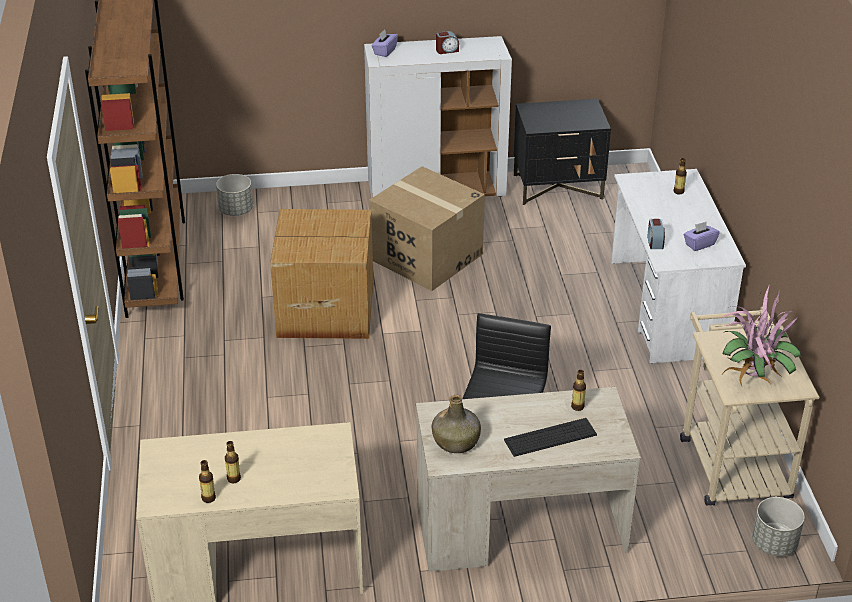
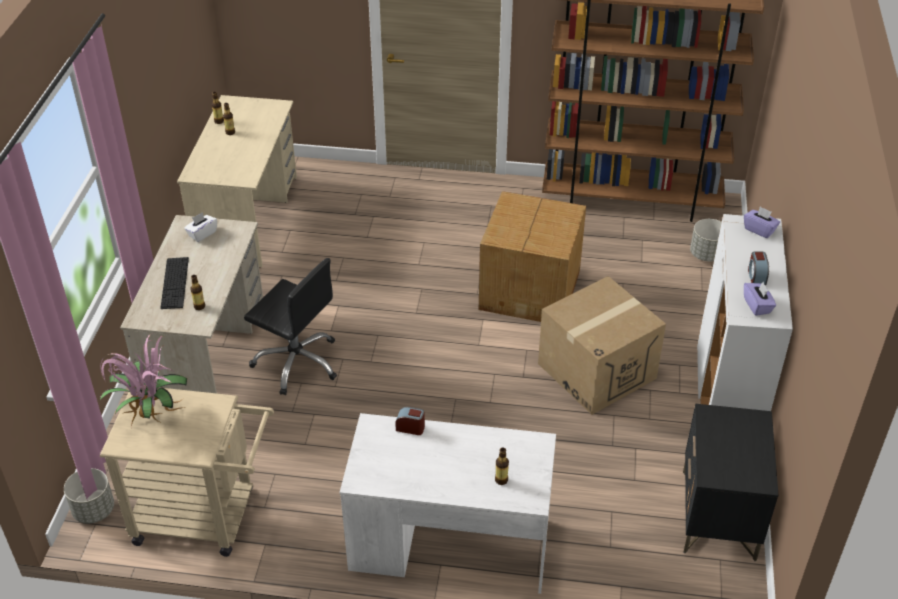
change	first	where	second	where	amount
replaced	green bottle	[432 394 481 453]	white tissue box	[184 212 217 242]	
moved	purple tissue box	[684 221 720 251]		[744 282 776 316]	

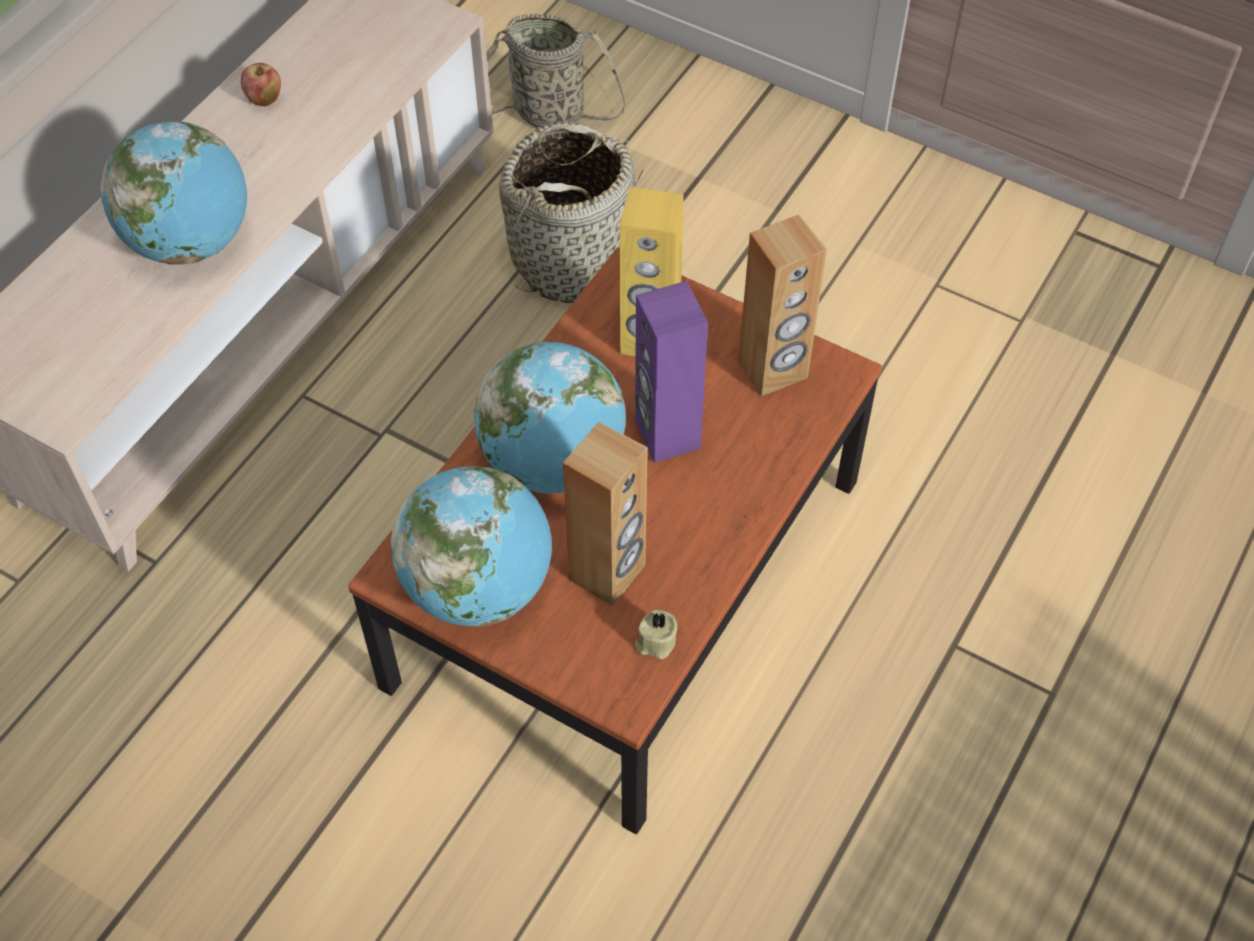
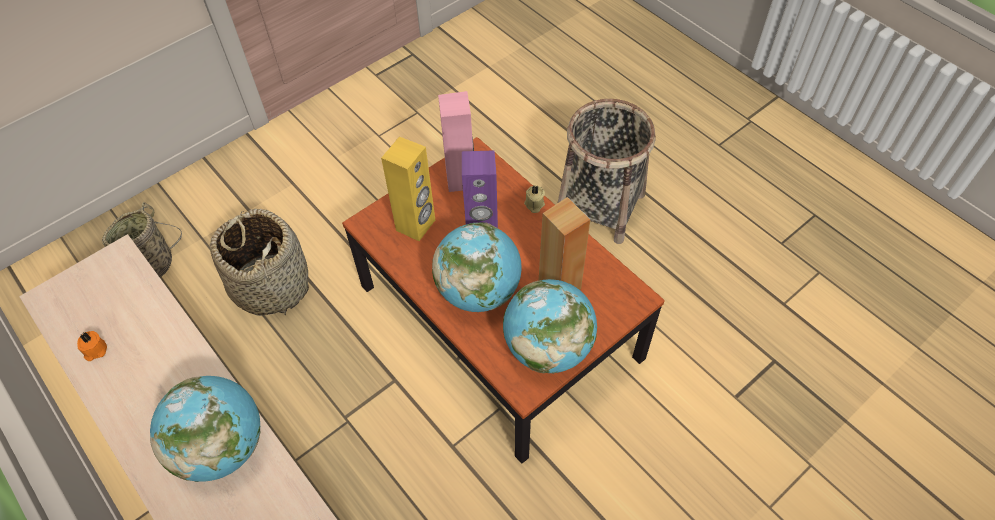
change	first	where	second	where	amount
added			orange candle	[77 331 107 361]	
recoloured	brown speaker	[738 215 827 396]	pink speaker	[438 91 474 192]	
moved	beige candle	[635 610 677 660]		[524 185 545 213]	
added			basket	[557 99 656 244]	
removed	apple	[241 63 281 106]			

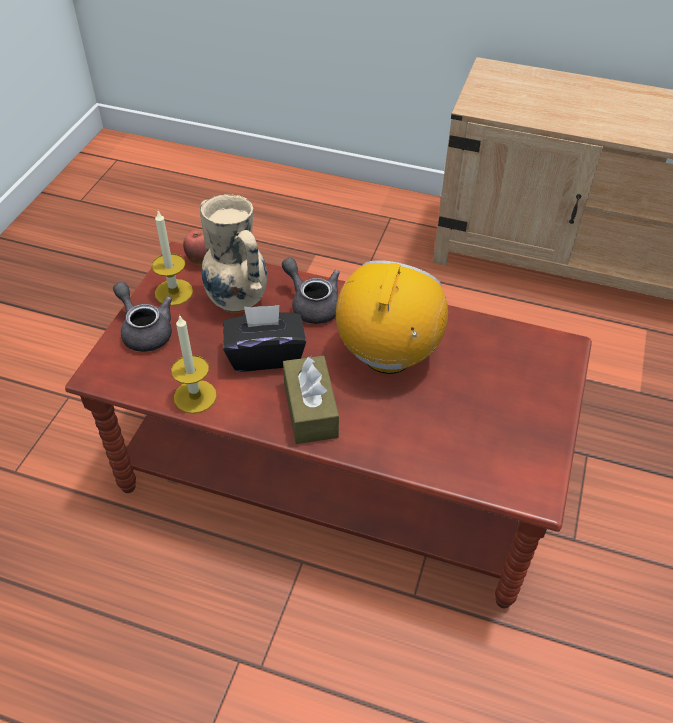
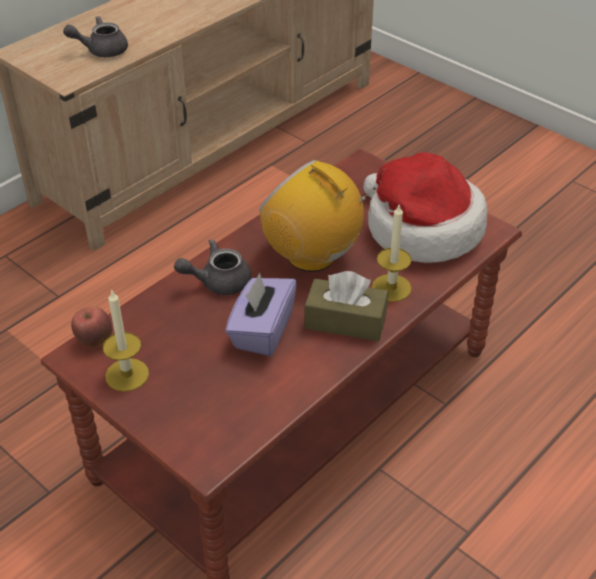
change	first	where	second	where	amount
moved	grey teapot	[113 282 172 352]		[63 16 128 57]	
recoloured	black tissue box	[223 305 306 372]	purple tissue box	[225 273 297 356]	
added			hat	[363 152 487 263]	
moved	candle	[171 314 217 414]		[372 203 412 302]	
removed	beige vase	[200 194 267 313]			

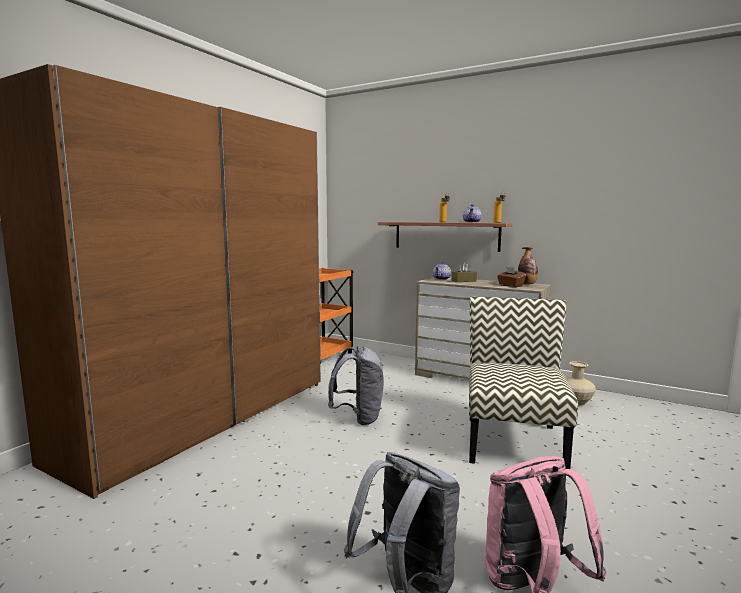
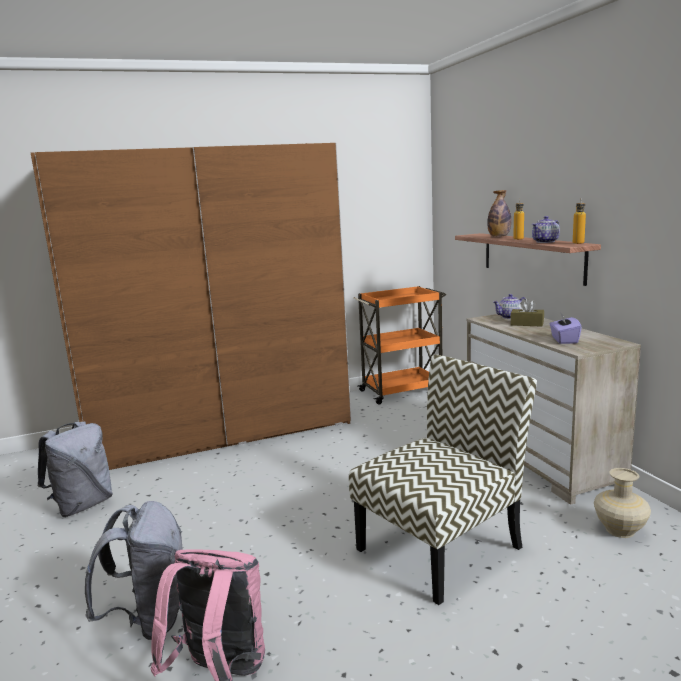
change	first	where	second	where	amount
moved	grey backpack	[328 346 384 425]		[38 422 113 517]	
moved	bottle	[518 247 538 285]		[487 190 511 237]	
recoloured	brown tissue box	[497 267 526 287]	purple tissue box	[549 312 582 344]	

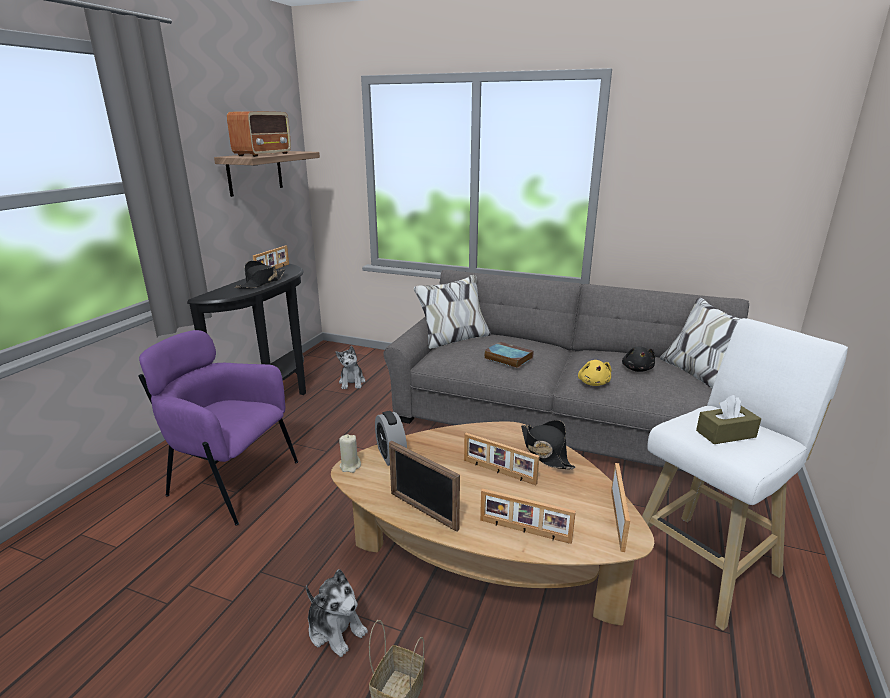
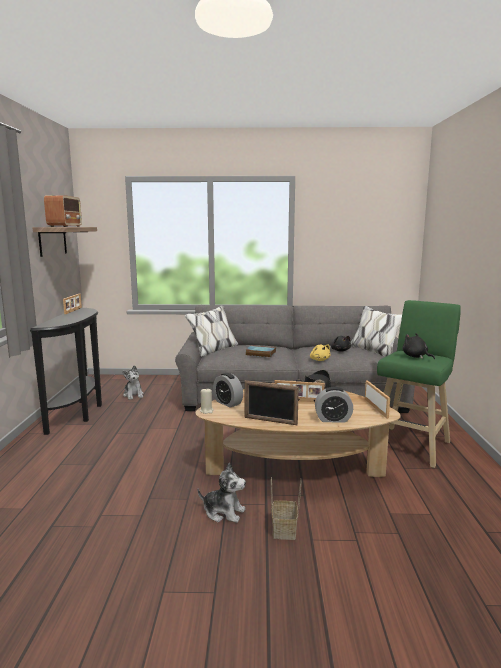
change	first	where	second	where	amount
replaced	picture frame	[480 489 576 544]	alarm clock	[315 387 353 422]	
recoloured	white stool	[642 318 848 631]	green stool	[377 300 461 468]	
replaced	brown tissue box	[696 395 761 444]	black plush toy	[403 333 435 359]	
removed	purple armchair	[138 330 298 526]			
removed	black hat	[235 261 285 289]			

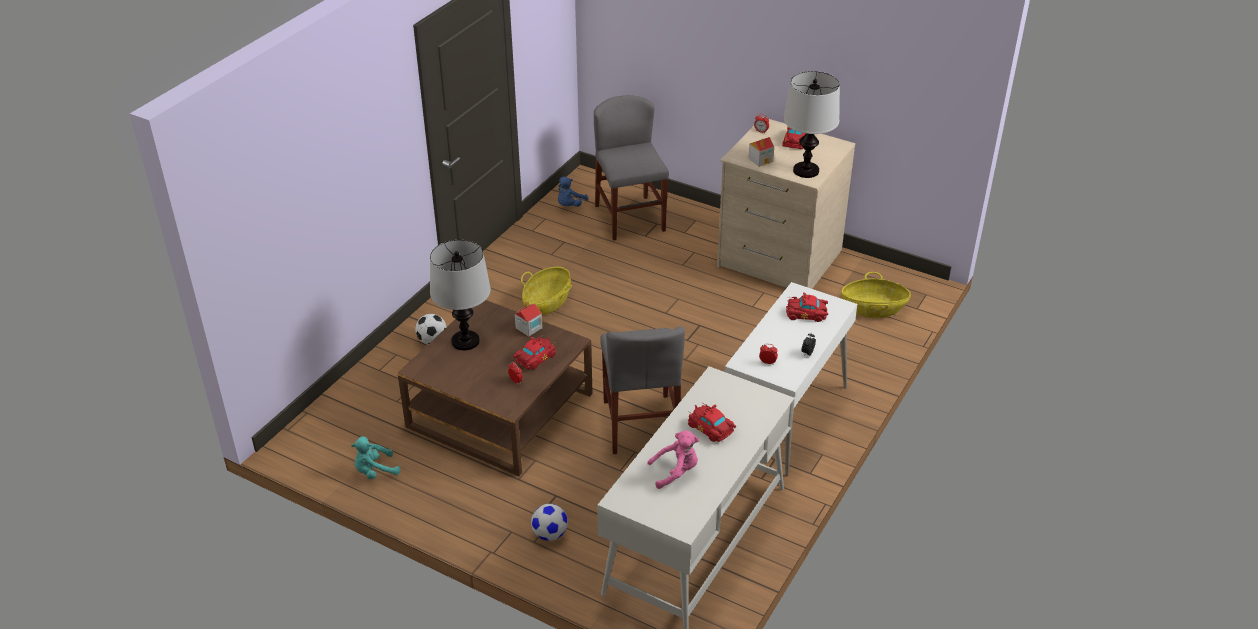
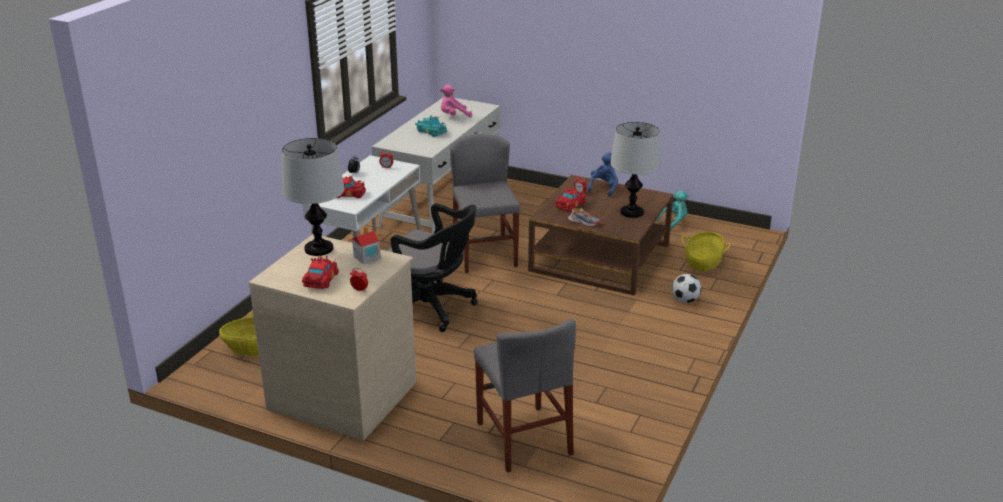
change	first	where	second	where	amount
added			black office chair	[386 203 478 332]	
recoloured	red toy car	[688 402 736 442]	turquoise toy car	[415 115 447 137]	
replaced	toy house	[515 300 543 337]	shoe	[568 208 600 226]	
moved	blue plush toy	[558 176 588 207]		[588 152 618 197]	
moved	basket	[521 267 572 315]		[682 232 730 271]	
removed	football	[531 504 568 541]			

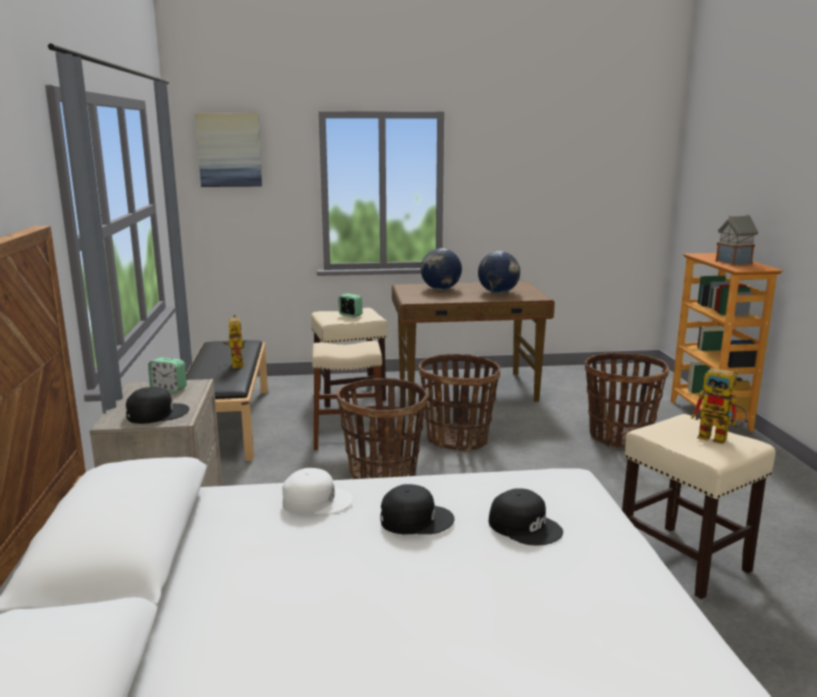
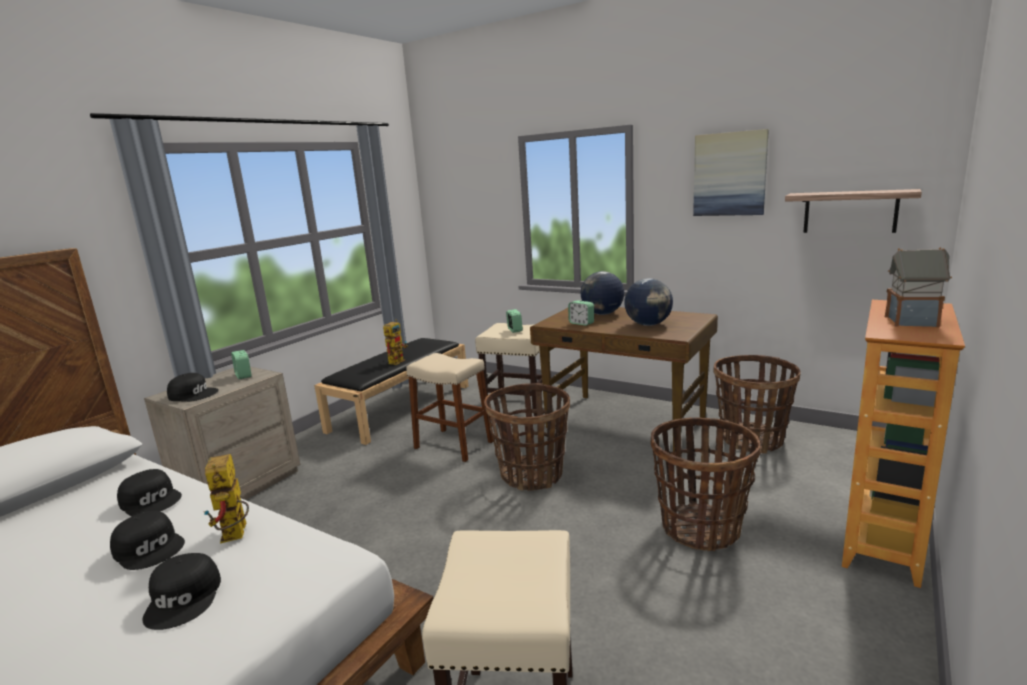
change	first	where	second	where	amount
recoloured	white cap	[282 468 353 515]	black cap	[117 469 182 516]	
moved	toy robot	[691 368 747 444]		[203 454 249 543]	
added			alarm clock	[568 300 594 326]	
moved	picture	[195 113 262 187]		[693 129 769 216]	
moved	basket	[337 378 428 479]		[713 355 801 454]	
added			shelf	[785 189 922 233]	

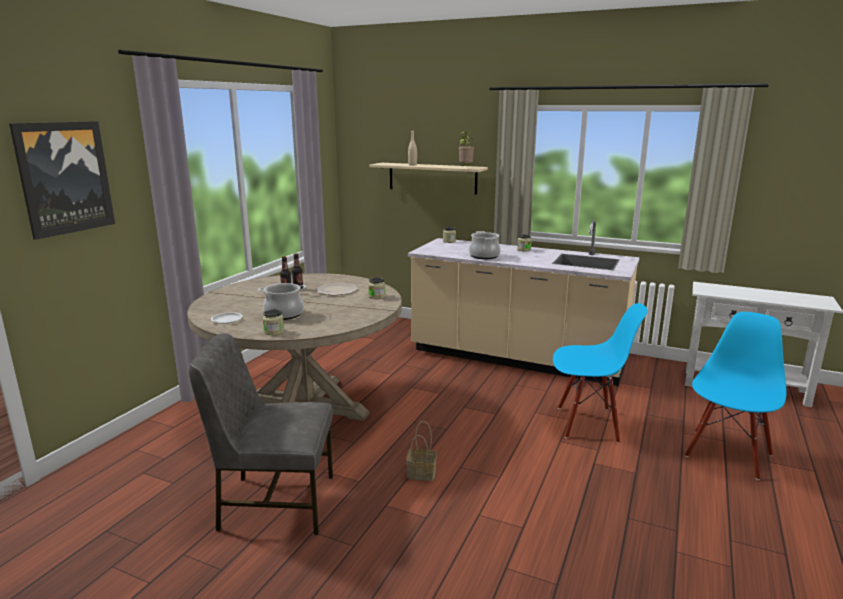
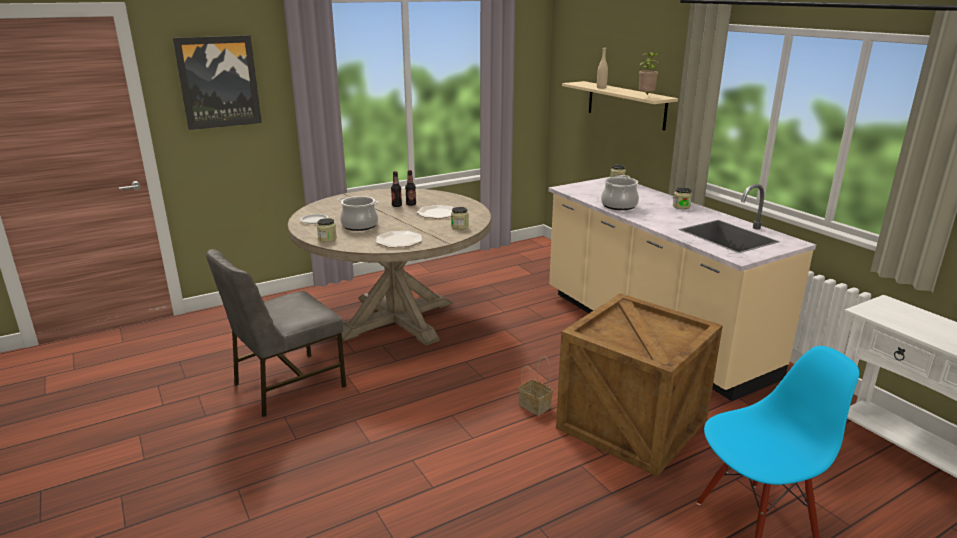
change	first	where	second	where	amount
turned	grey chair	[189 333 333 535]		[206 249 346 417]	75 degrees counterclockwise
added			plate	[376 231 422 248]	
moved	basket	[406 421 437 481]		[518 356 553 415]	
replaced	blue chair	[553 303 647 443]	crate	[556 293 723 477]	

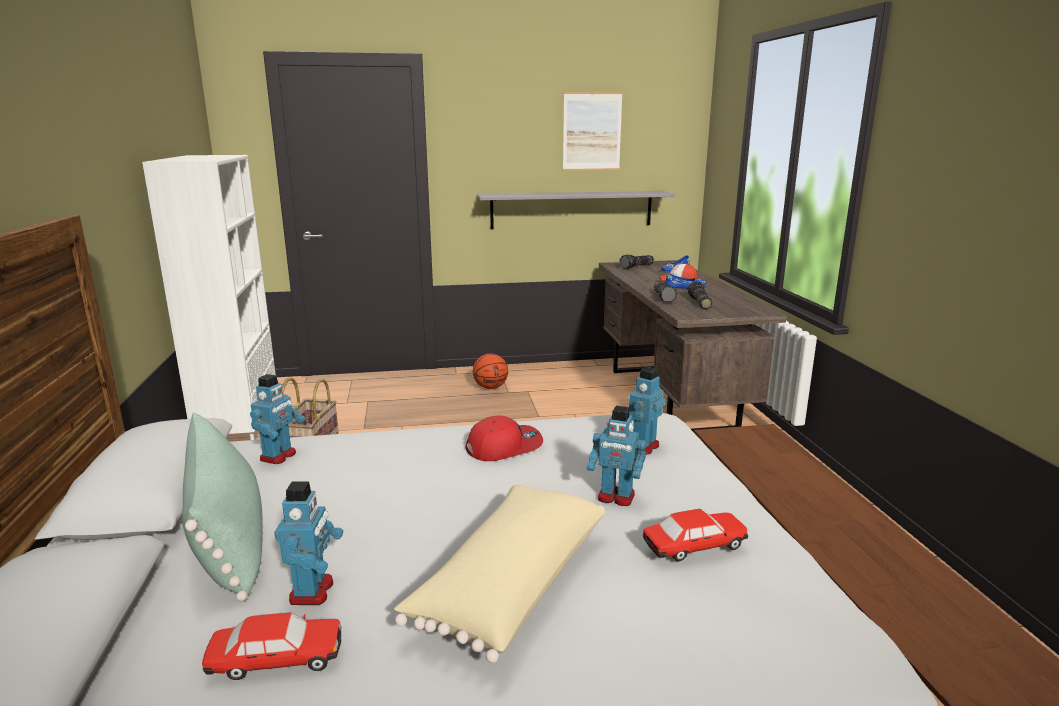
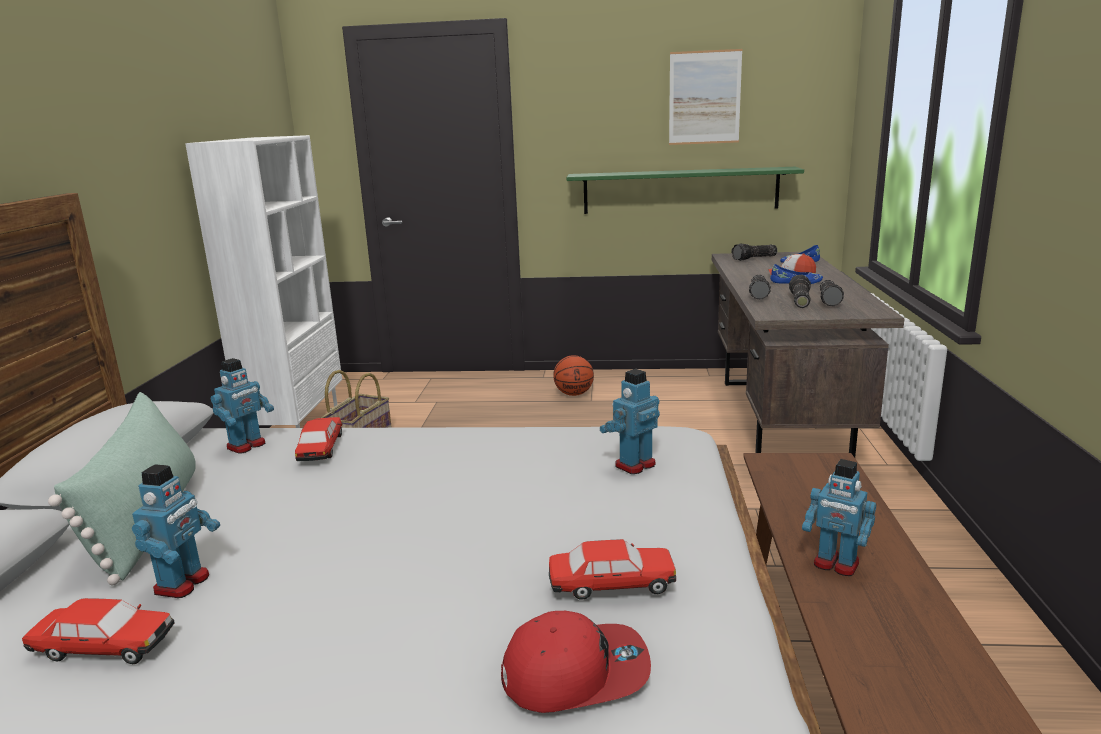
change	first	where	second	where	amount
added			toy car	[295 417 342 461]	
moved	red cap	[465 416 543 461]		[501 611 651 713]	
recoloured	grey shelf	[477 191 674 229]	green shelf	[566 167 804 214]	
moved	toy robot	[587 406 646 506]		[802 459 877 576]	
added			flashlight	[820 280 844 306]	
removed	beige pillow	[394 484 605 663]			

